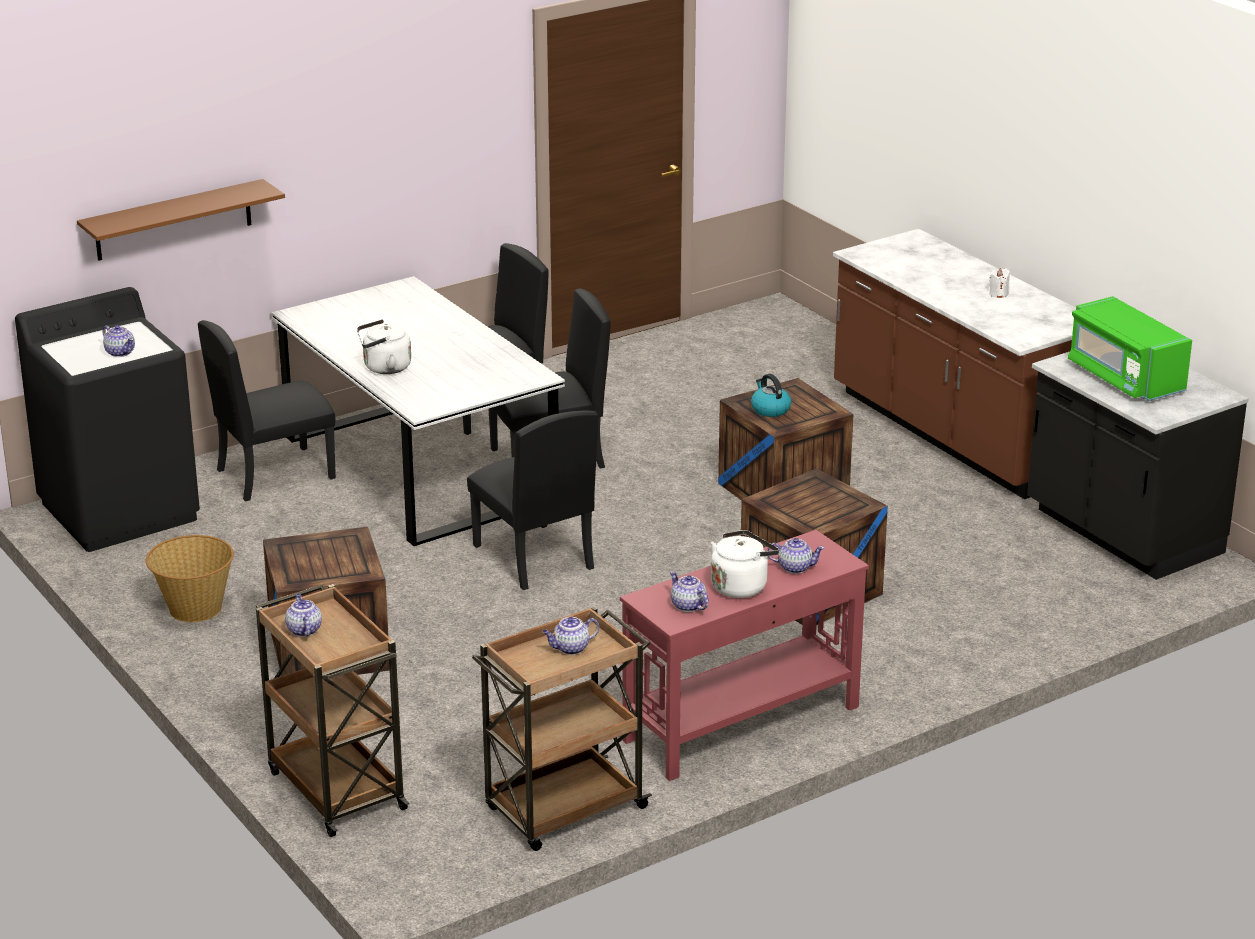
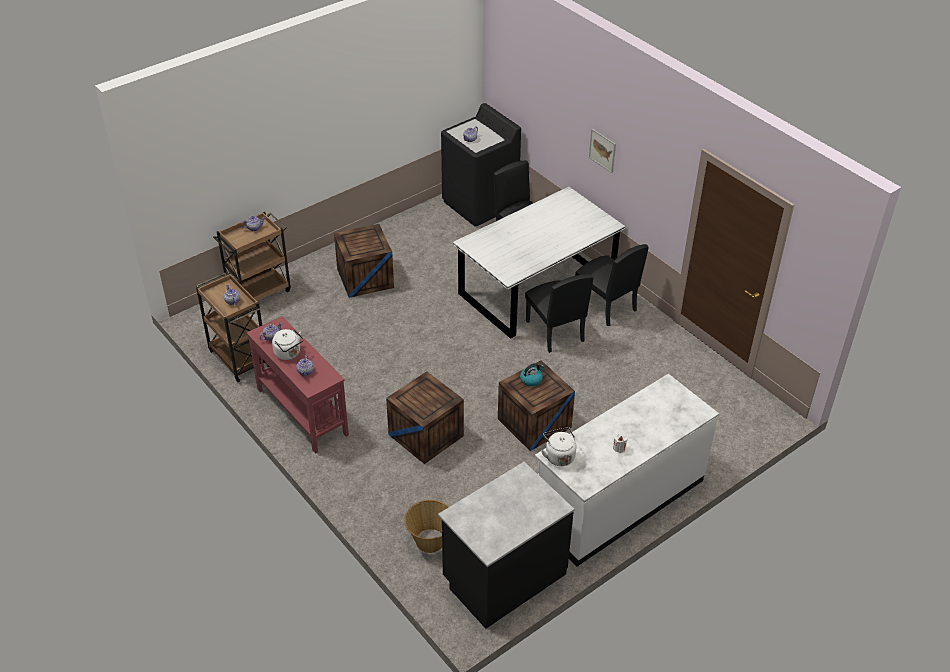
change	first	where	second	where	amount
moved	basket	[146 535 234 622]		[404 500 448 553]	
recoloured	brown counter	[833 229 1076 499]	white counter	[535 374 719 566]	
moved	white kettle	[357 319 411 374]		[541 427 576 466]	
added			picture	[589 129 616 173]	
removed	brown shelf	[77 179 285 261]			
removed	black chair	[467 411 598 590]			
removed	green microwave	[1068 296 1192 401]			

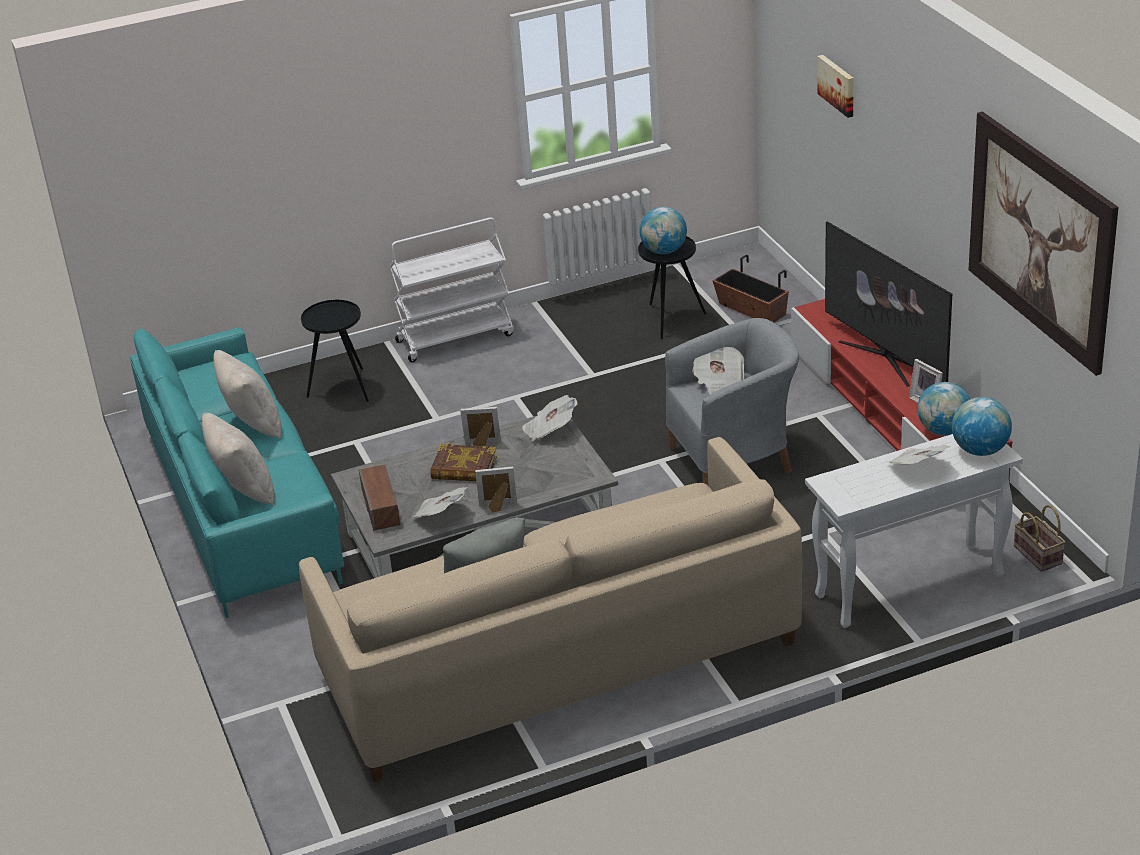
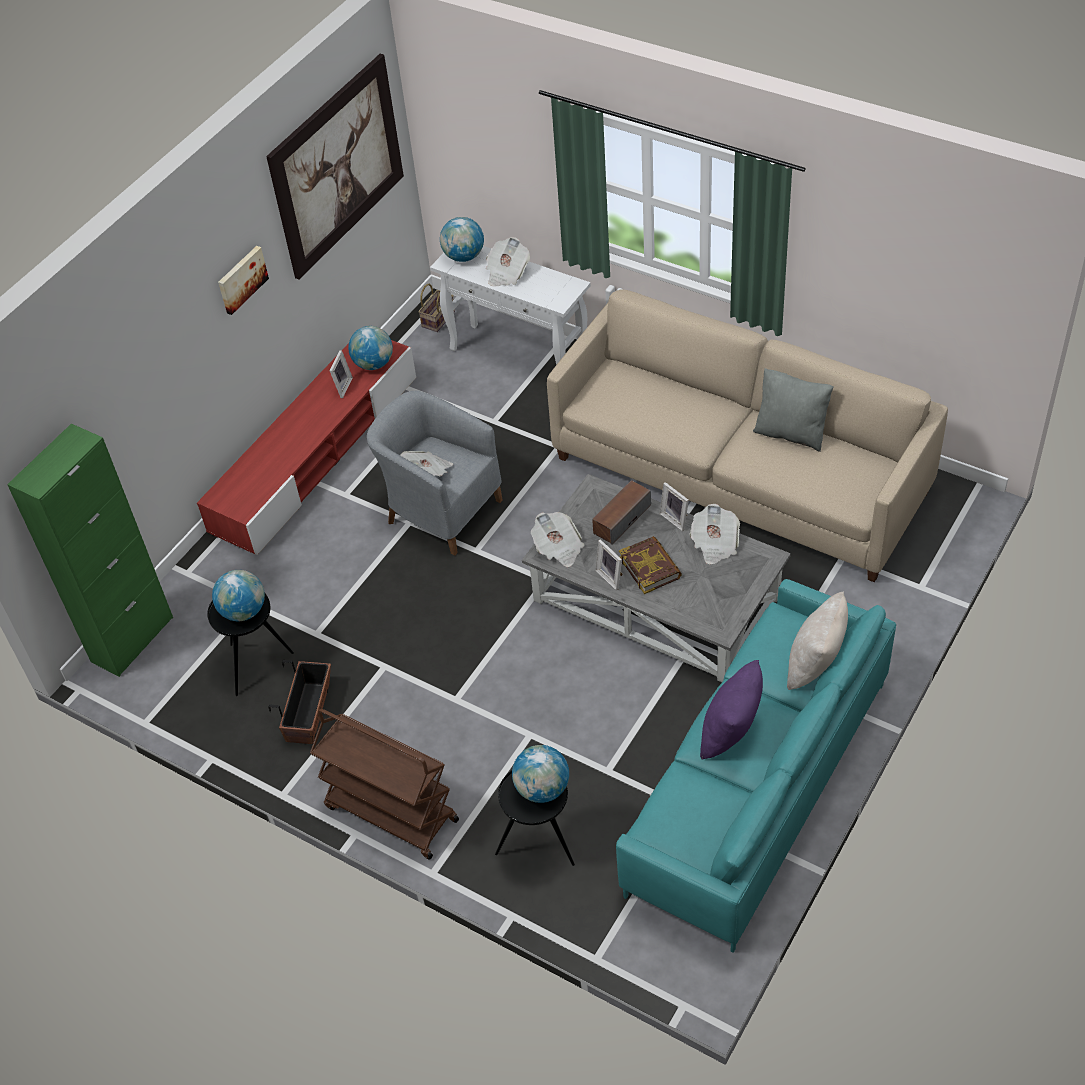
change	first	where	second	where	amount
added			green cabinet	[7 424 173 677]	
moved	picture	[817 55 854 118]		[218 246 269 315]	
moved	planter	[713 255 789 322]		[268 660 331 744]	
recoloured	white cart	[389 218 514 362]	brown cart	[310 709 459 860]	
added			globe	[512 745 569 803]	
moved	speaker	[359 464 400 531]		[592 480 651 545]	
recoloured	beige pillow	[214 350 282 439]	purple pillow	[700 660 763 760]	
removed	television	[825 221 952 387]			

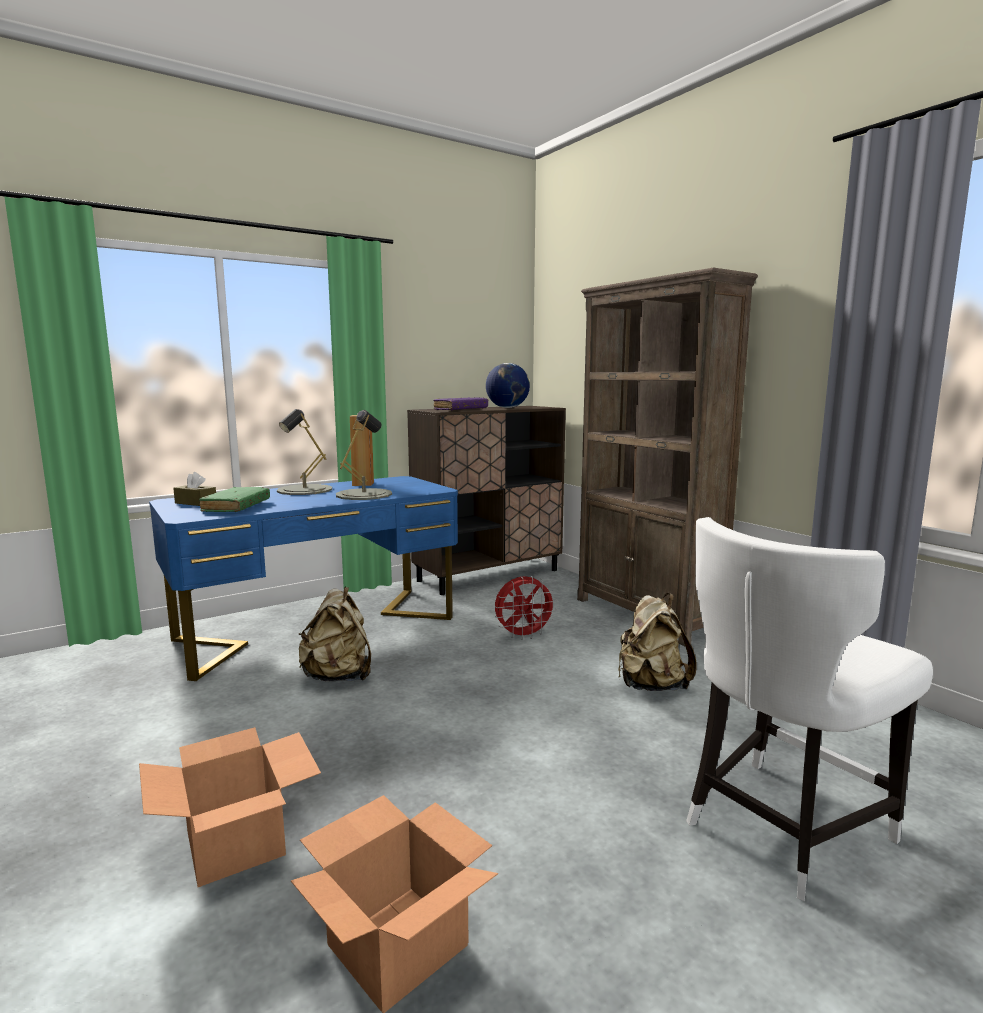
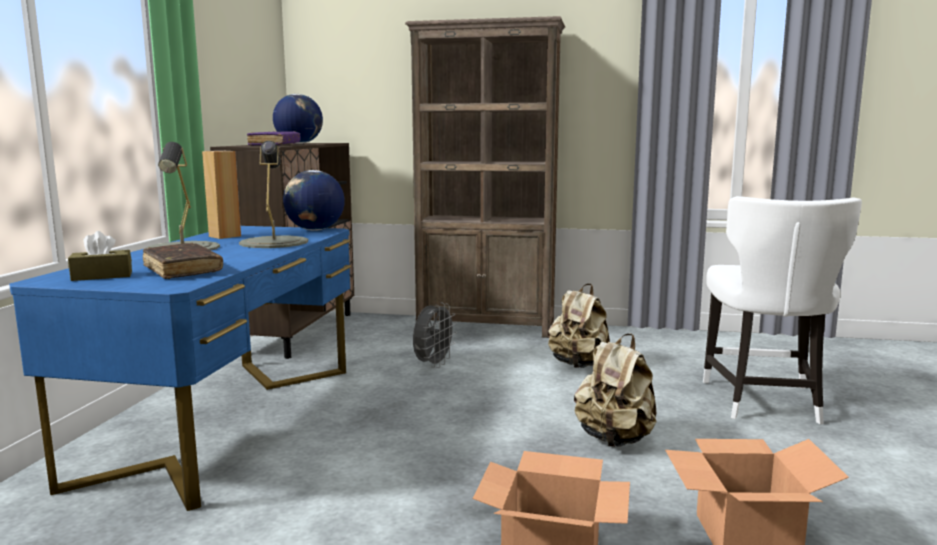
change	first	where	second	where	amount
recoloured	green book	[199 487 270 512]	brown book	[143 243 223 279]	
added			globe	[283 170 345 231]	
recoloured	red fan	[495 576 557 640]	grey fan	[413 303 457 368]	
moved	beige backpack	[299 587 371 681]		[574 334 656 447]	

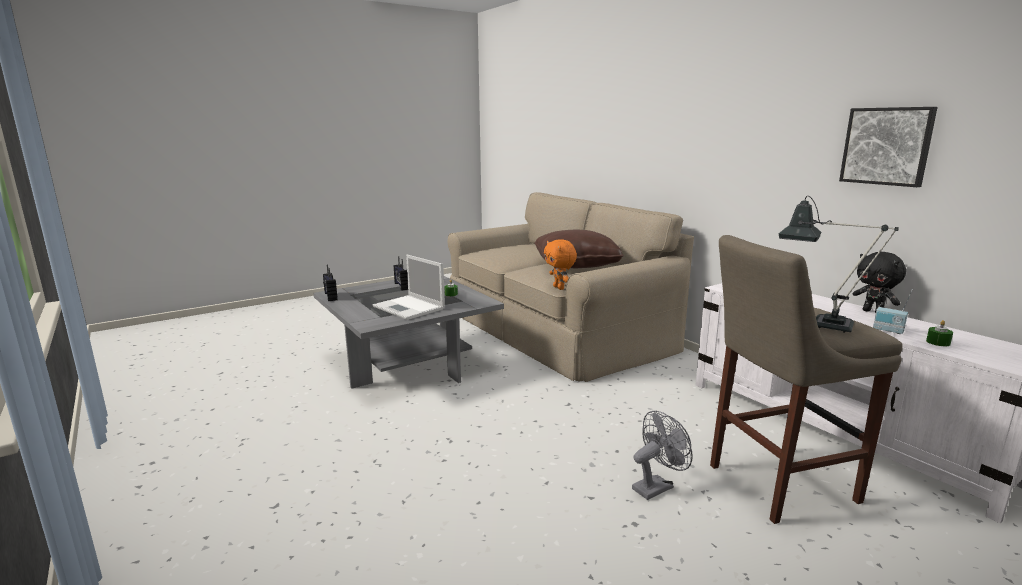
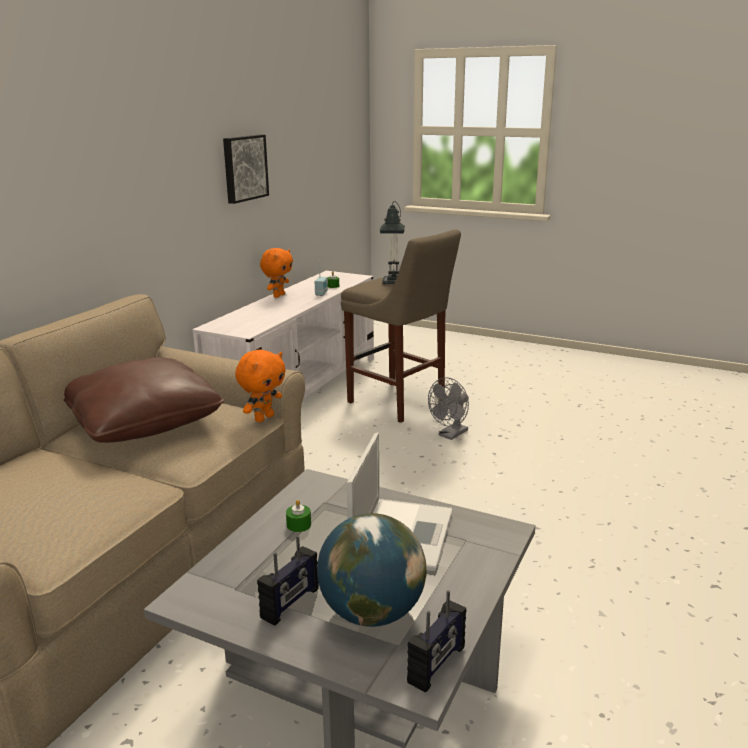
change	first	where	second	where	amount
recoloured	black plush toy	[852 252 906 313]	orange plush toy	[260 248 293 298]	
added			globe	[317 513 426 627]	
turned	grey fan	[632 411 693 500]		[428 377 469 440]	75 degrees counterclockwise

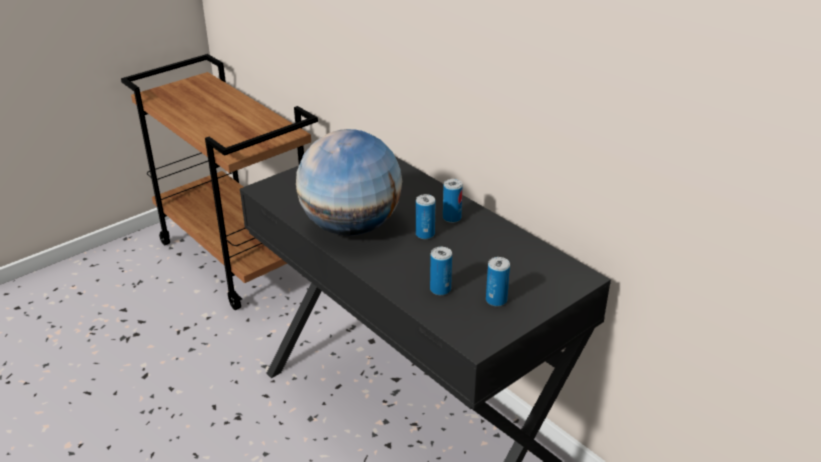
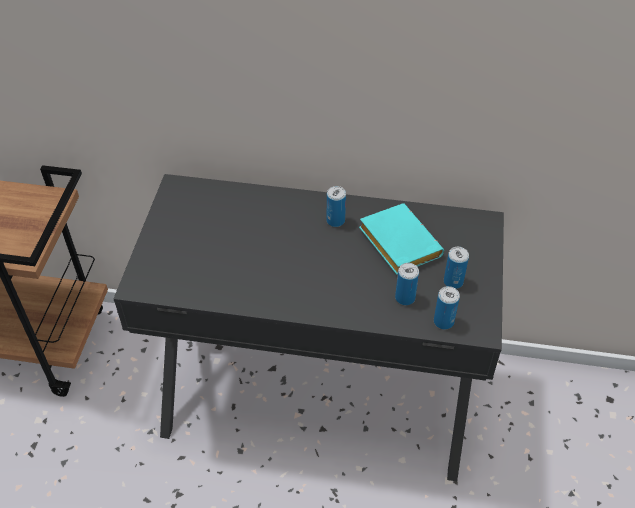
change	first	where	second	where	amount
added			turquoise book	[359 203 444 275]	
moved	can	[416 194 436 239]		[434 286 460 329]	
removed	globe	[296 129 402 236]			

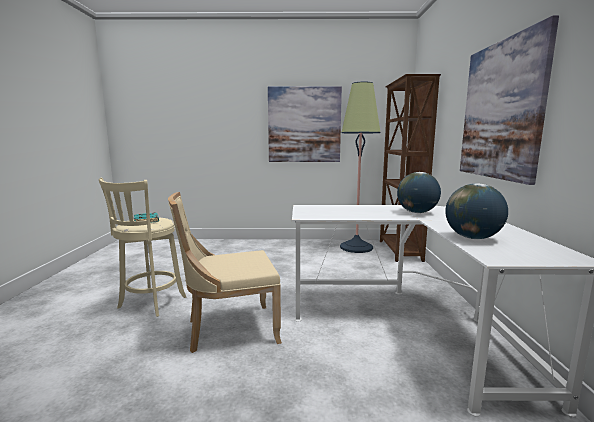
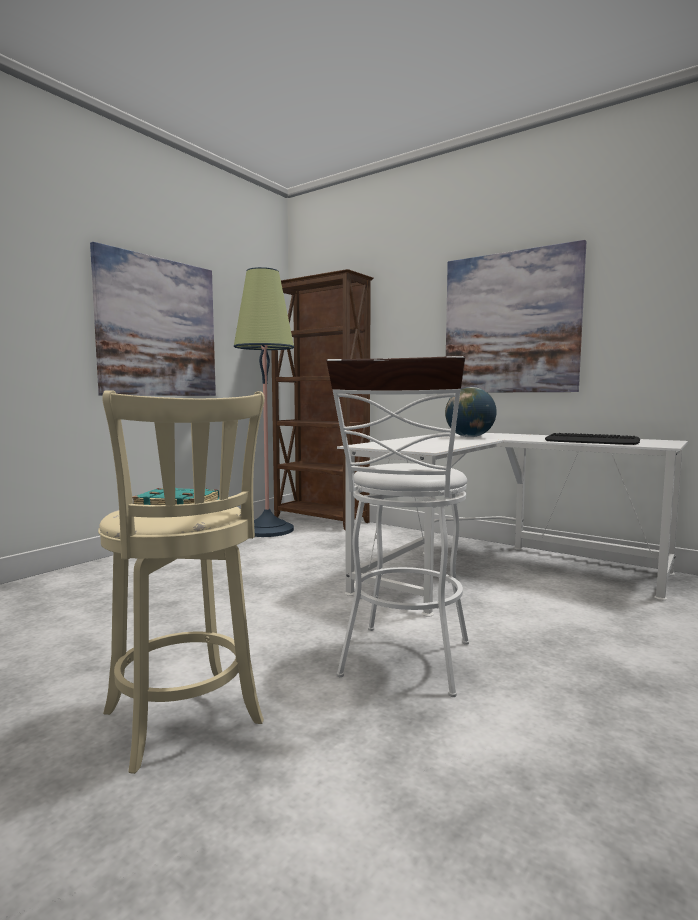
change	first	where	second	where	amount
replaced	beige chair	[168 192 282 353]	white stool	[326 356 469 697]	
replaced	globe	[445 183 508 239]	keyboard	[545 433 640 445]	

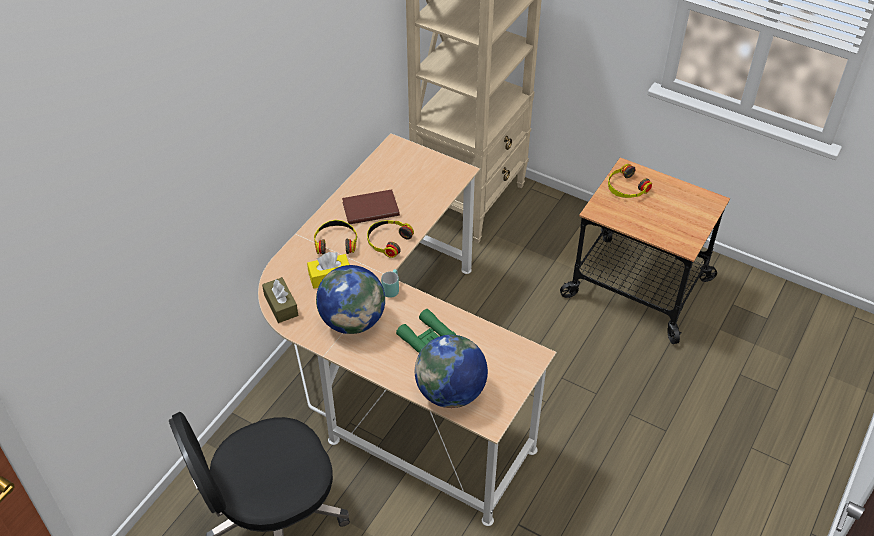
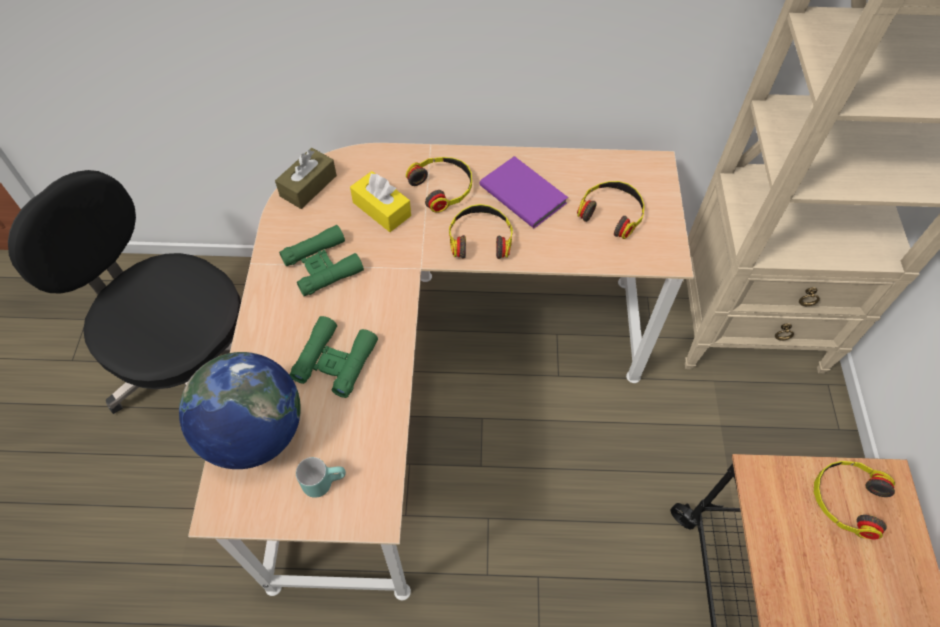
change	first	where	second	where	amount
replaced	globe	[316 265 385 334]	green binoculars	[279 225 364 296]	
moved	turquoise mug	[381 269 399 298]		[296 457 346 498]	
recoloured	brown book	[342 189 400 224]	purple book	[480 156 568 228]	
added			headphones	[577 181 645 239]	

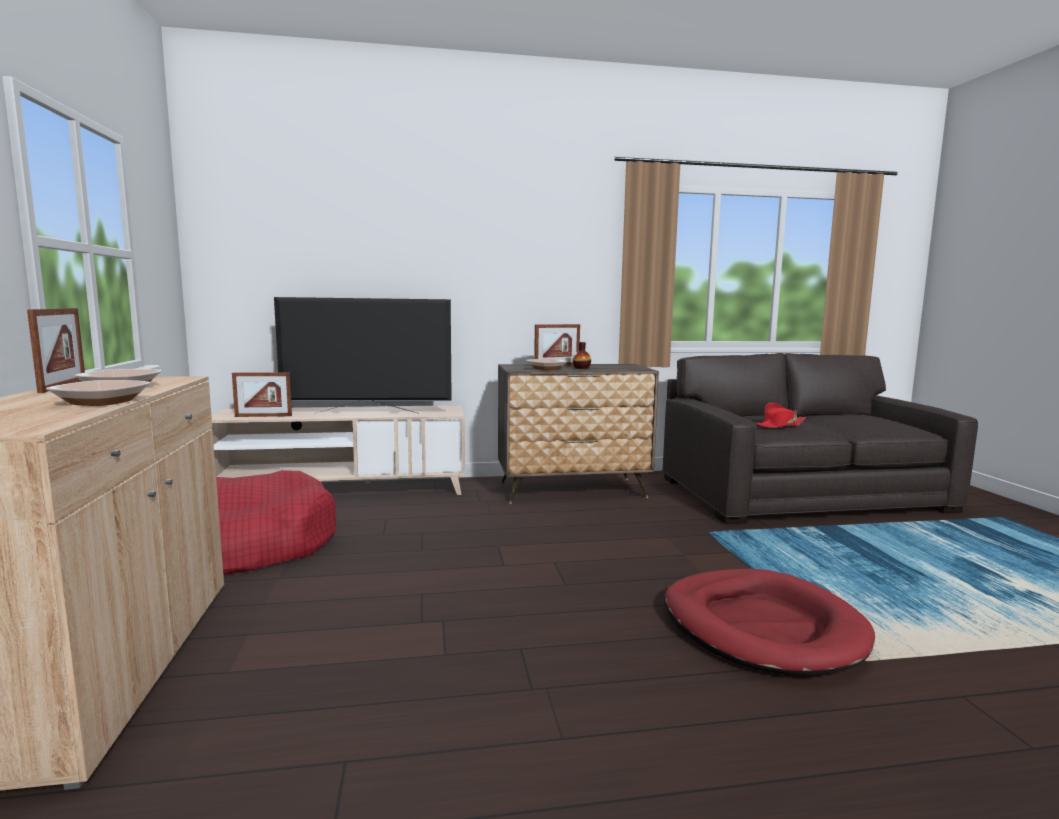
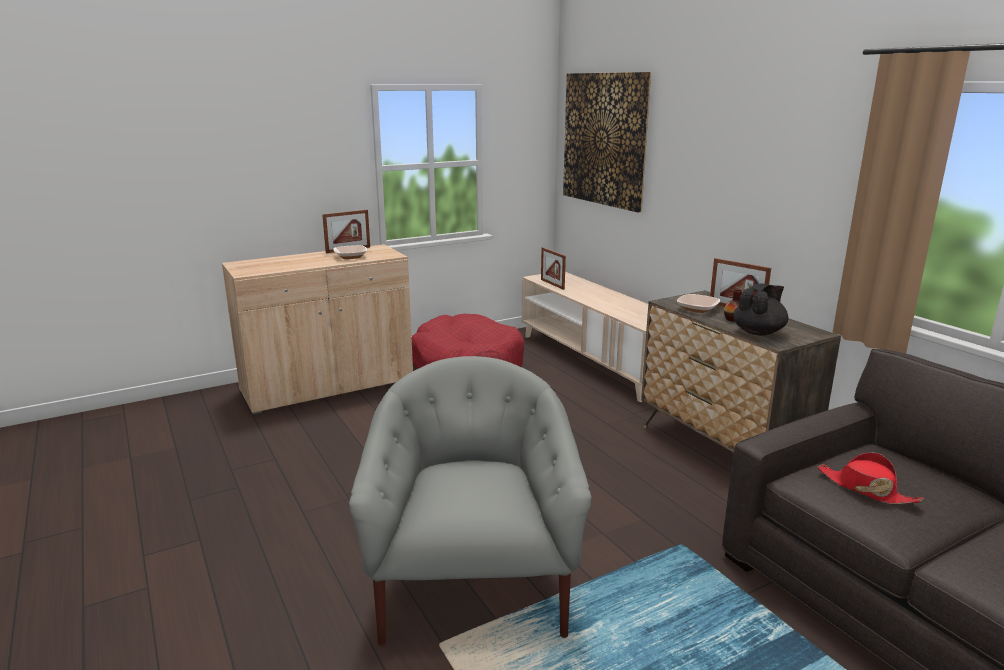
change	first	where	second	where	amount
replaced	red dog bed	[665 569 875 676]	grey armchair	[349 356 592 646]	
added			picture	[563 72 651 212]	
added			black teapot	[733 283 788 335]	
removed	bowl	[46 380 151 406]			
removed	television	[274 297 452 413]			

